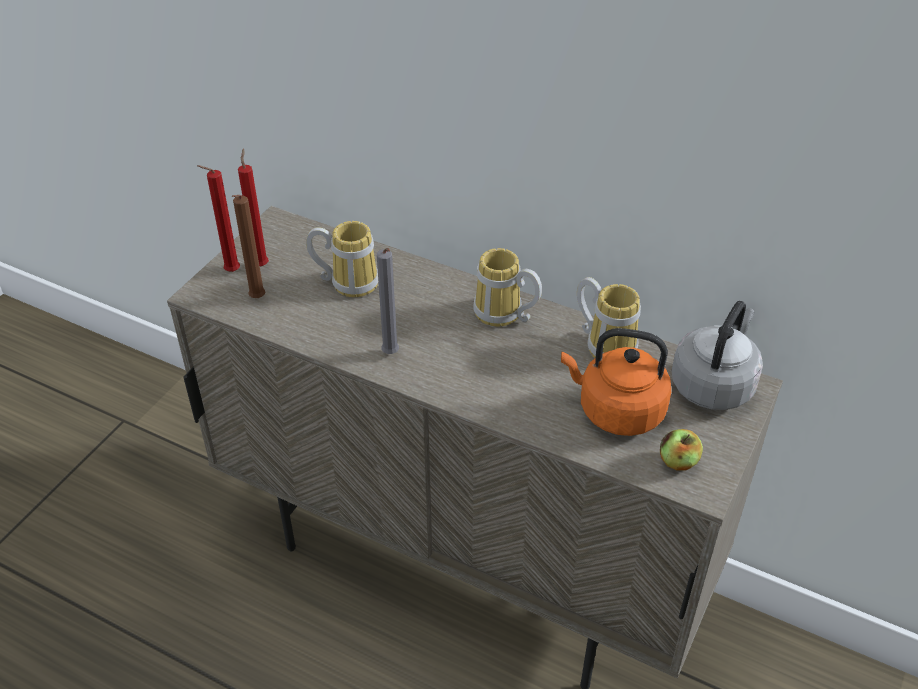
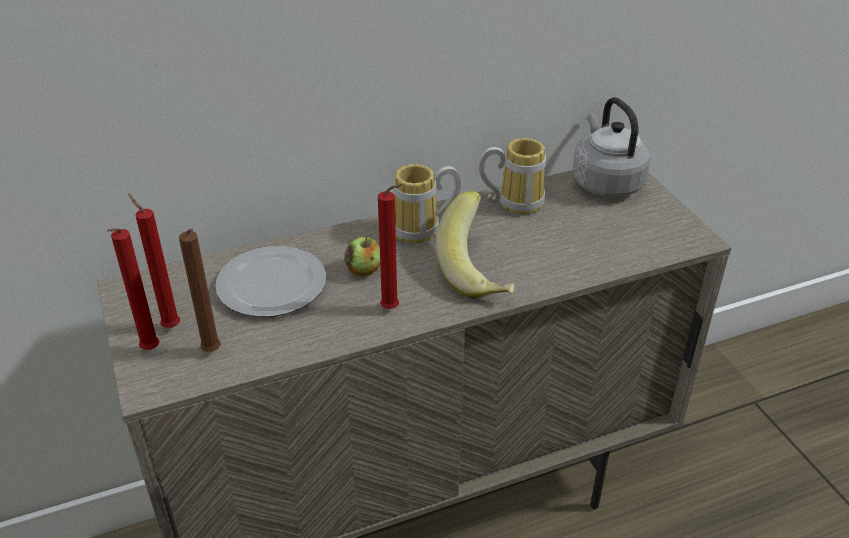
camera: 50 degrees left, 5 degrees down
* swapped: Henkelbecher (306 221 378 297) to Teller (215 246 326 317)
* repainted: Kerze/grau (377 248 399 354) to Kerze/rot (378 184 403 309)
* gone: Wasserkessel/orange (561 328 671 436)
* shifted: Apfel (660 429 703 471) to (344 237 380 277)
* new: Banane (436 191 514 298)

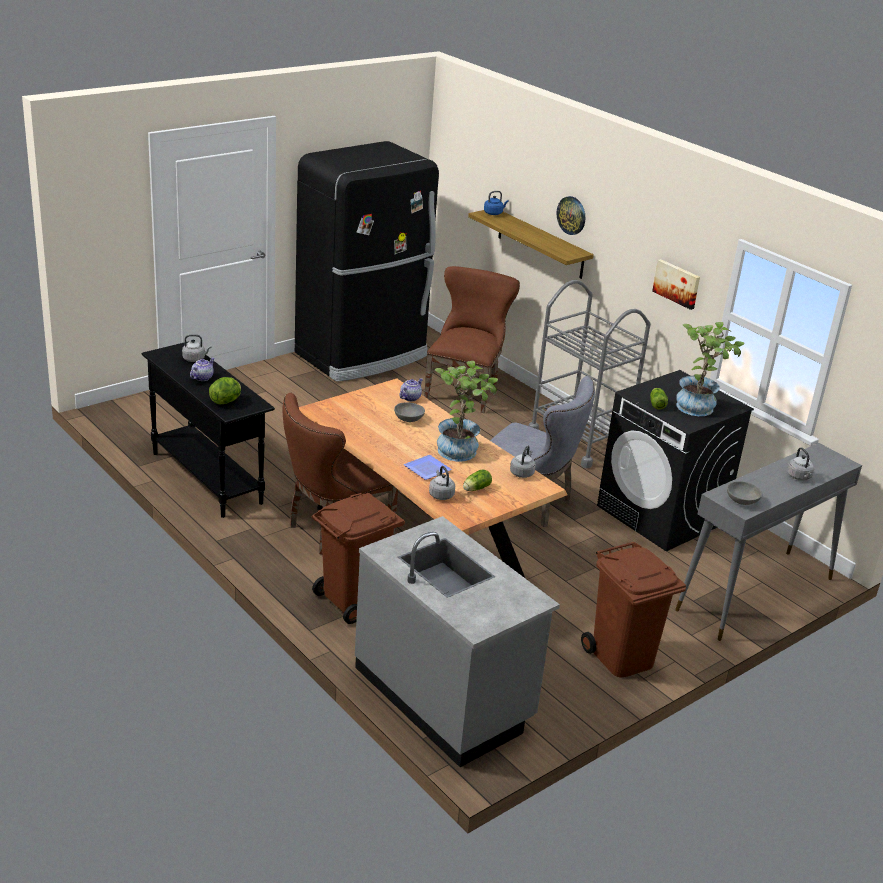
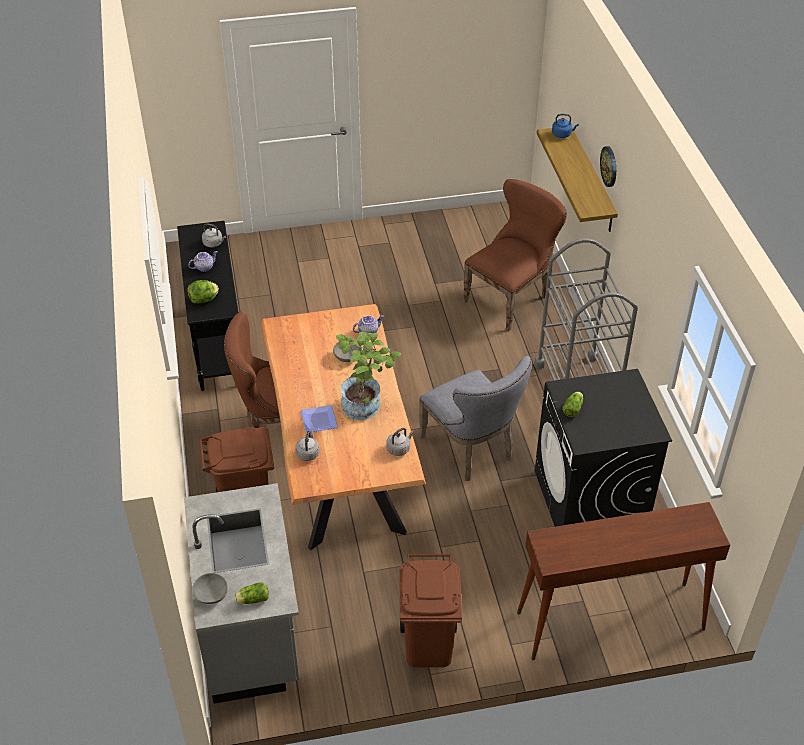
camera: 30 degrees right, 15 degrees up
* gone: Kühlschrank/schwarz (295 141 439 382)
* shifted: Salatkopf (463 470 492 491) to (234 582 269 604)
* gone: Bild (652 259 700 310)
* repainted: Konsolentisch/grau (675 443 862 641) to Konsolentisch/braun (517 502 730 660)
* gone: Topfpflanze (676 322 745 416)
* shifted: Schüssel/grau (727 481 762 505) to (192 573 228 604)
* gone: Wasserkessel/grau (787 447 814 480)

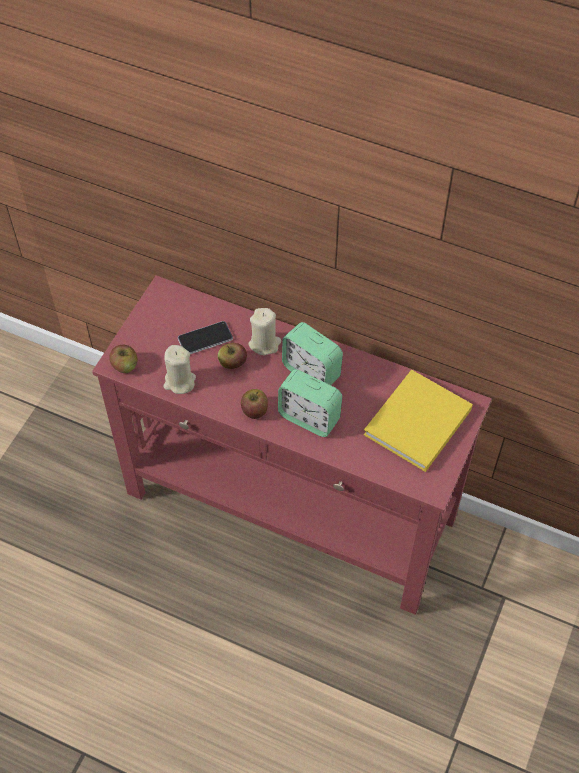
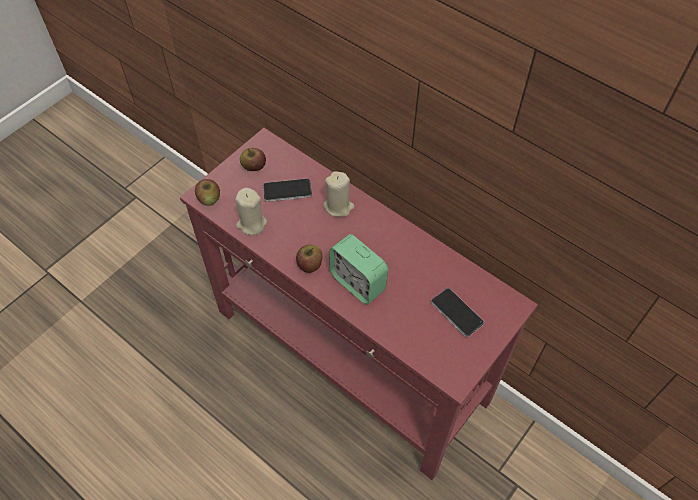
camera: 15 degrees right, 0 degrees up
* shifted: Apfel (218 343 247 369) to (240 148 266 171)
* gone: Wecker (282 322 343 385)
* swapped: Buch/gelb (364 370 473 472) to Handy (431 288 484 337)

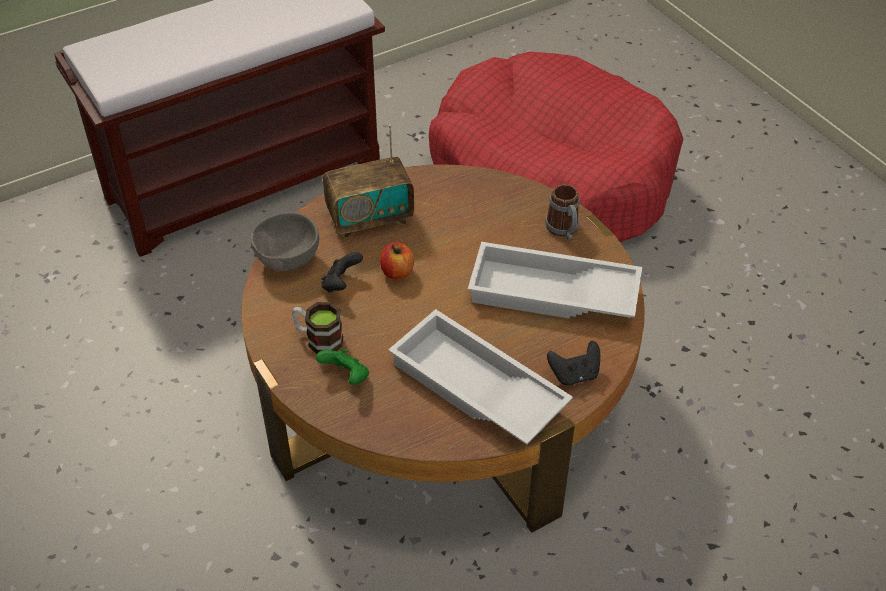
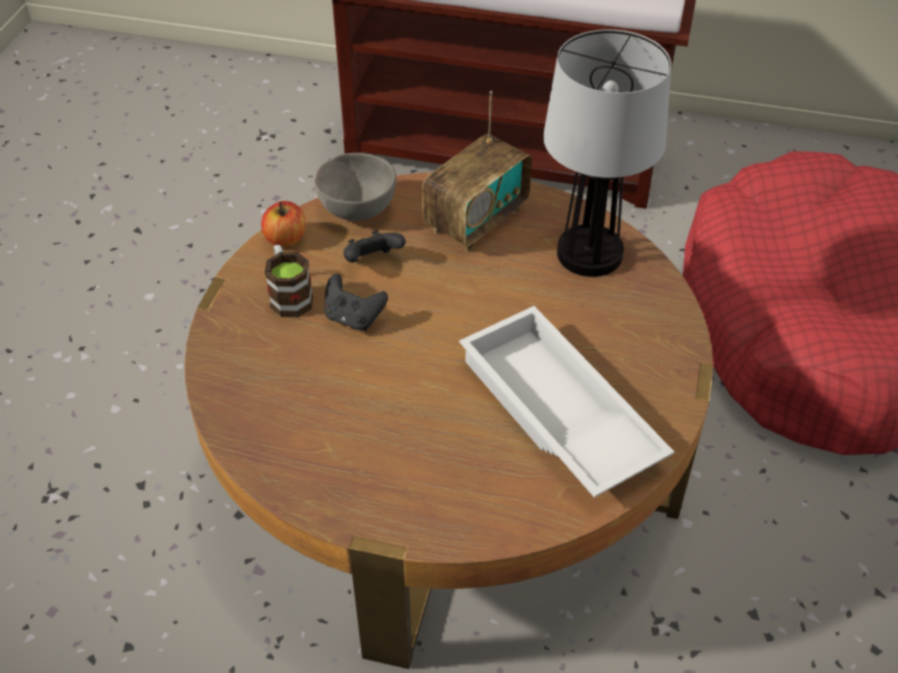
camera: 45 degrees right, 0 degrees up
* gone: Gamepad/grün (316 349 369 385)
* rotated: Radio (323 125 414 239) = (422 91 532 252) 75 degrees counterclockwise
* shifted: Apfel (380 242 414 280) to (261 201 305 247)
* gone: Tablett/weiß (388 309 573 445)
* gone: Henkelbecher (545 184 579 240)
* shifted: Gamepad/schwarz (547 341 600 386) to (324 274 388 331)
* new: Tischlampe (543 29 671 277)

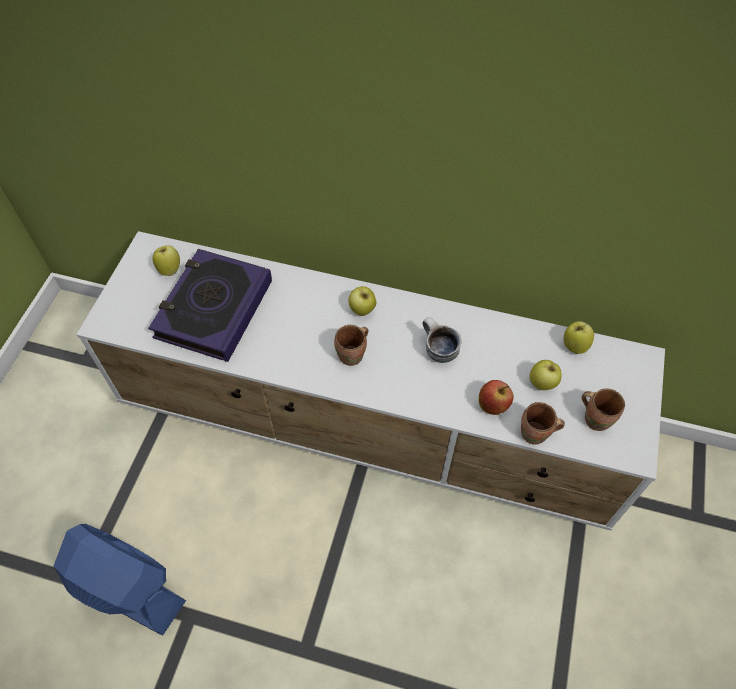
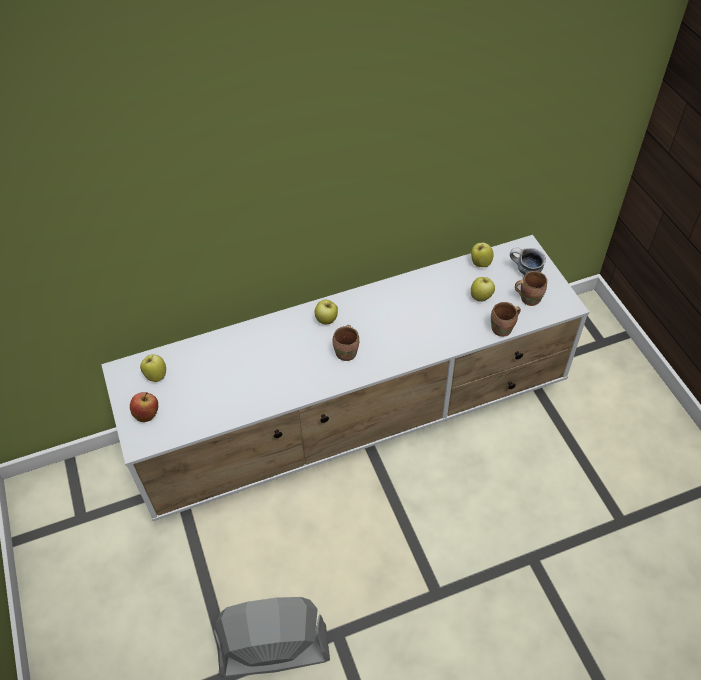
camera: 35 degrees left, 5 degrees down
* repainted: Ventilator/blau (54 524 186 636) to Ventilator/grau (214 597 330 677)
* gone: Buch (148 249 272 362)
* shifted: Henkelbecher (423 317 462 363) to (510 248 546 275)
* shifted: Apfel (479 380 513 415) to (130 392 158 422)

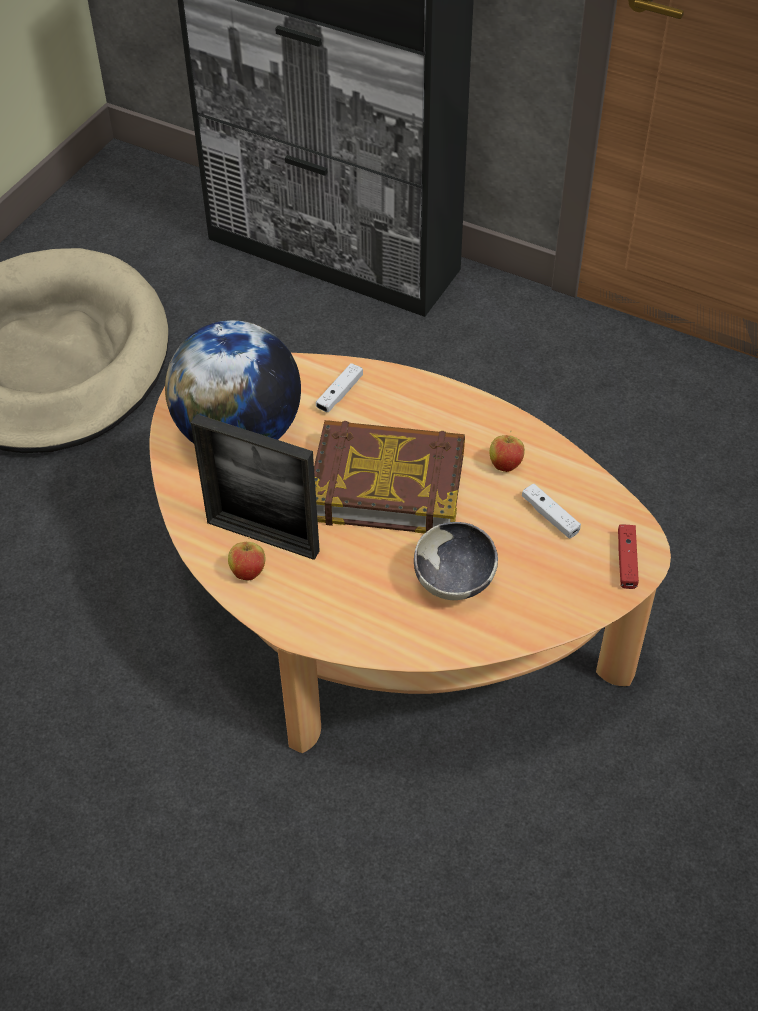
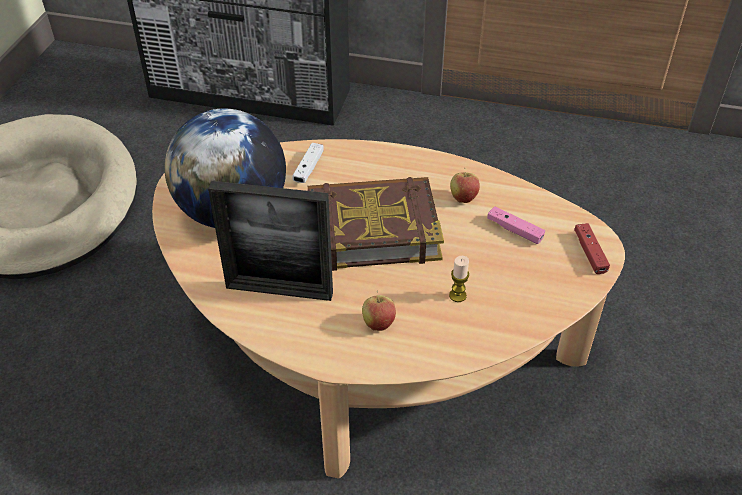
camera: 15 degrees left, 5 degrees down
* shifted: Apfel (228 537 266 581) to (362 290 396 331)
* swapped: Schüssel (414 522 498 600) to Kerze (449 256 469 302)
* repainted: Gamepad/weiß (522 484 581 539) to Gamepad/rosa (487 206 545 244)

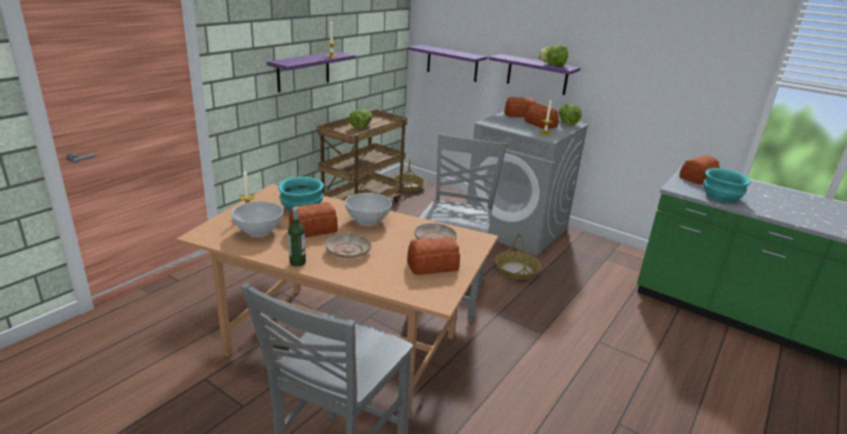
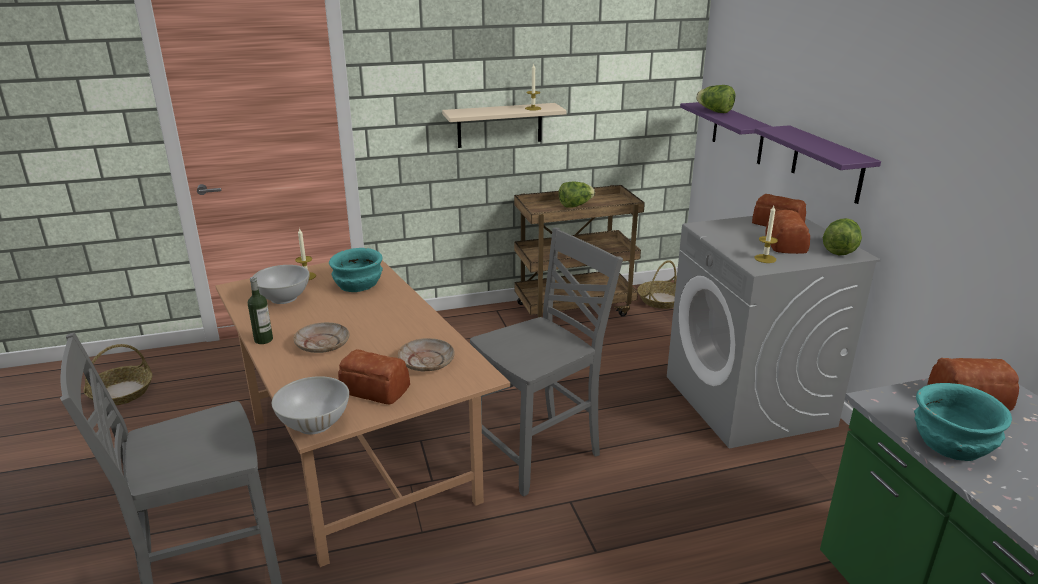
camera: 40 degrees right, 0 degrees up
* repainted: Wandregal/lila (267 51 355 93) to Wandregal/beige (442 103 567 148)
* gone: Brot (289 202 338 237)
* shifted: Schüssel/weiß (345 193 392 226) to (272 376 349 434)
* shifted: Korb (495 234 541 280) to (84 344 152 405)
* shifted: Salatkopf (538 44 568 66) to (696 85 735 113)

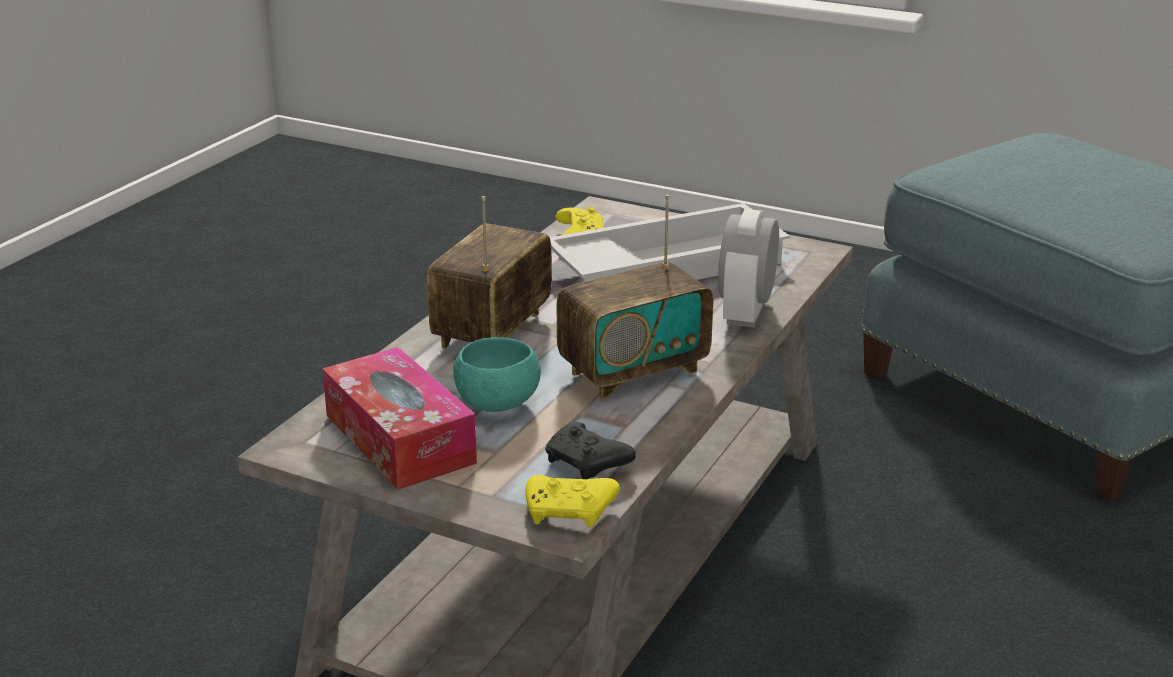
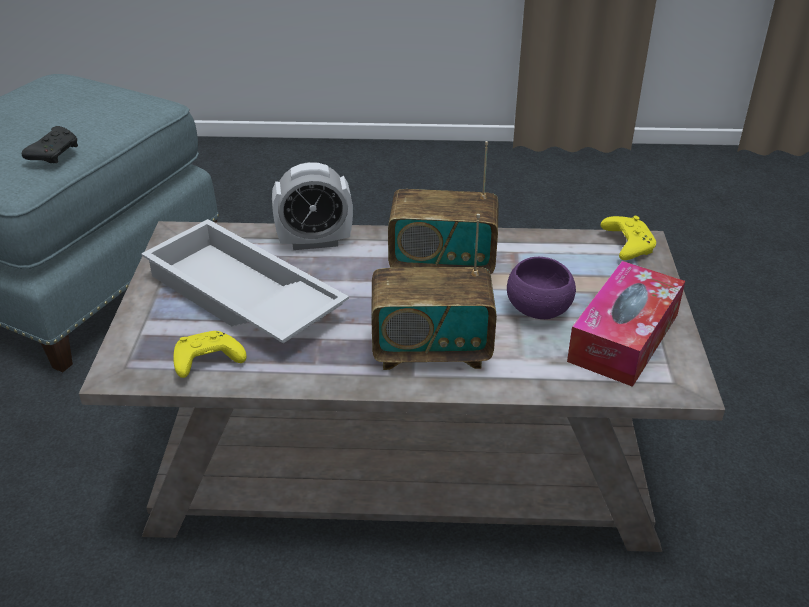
camera: 115 degrees left, 10 degrees up
* repainted: Schüssel/türkis (453 337 541 412) to Schüssel/lila (507 257 576 319)
* shifted: Gamepad/schwarz (545 422 636 479) to (22 126 78 163)
* rotated: Radio (557 195 713 400) = (388 141 499 274) 150 degrees clockwise

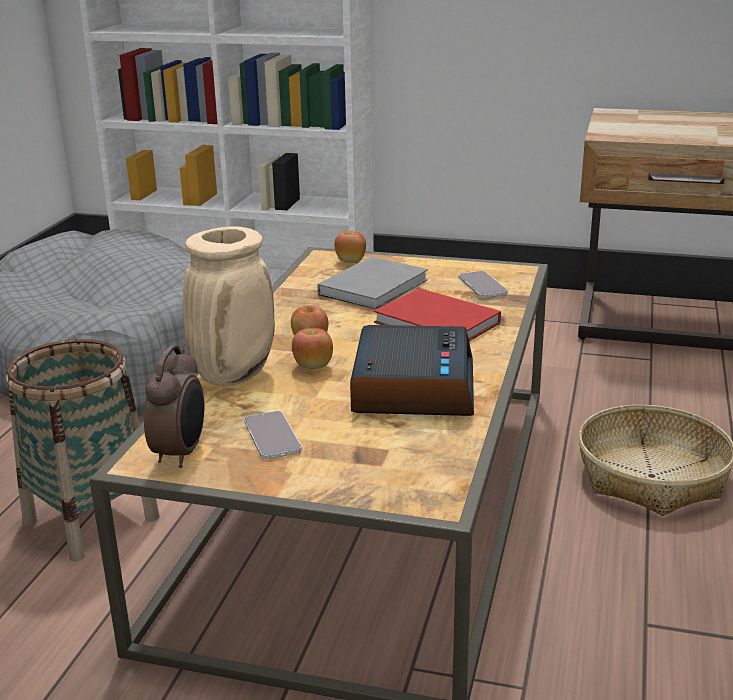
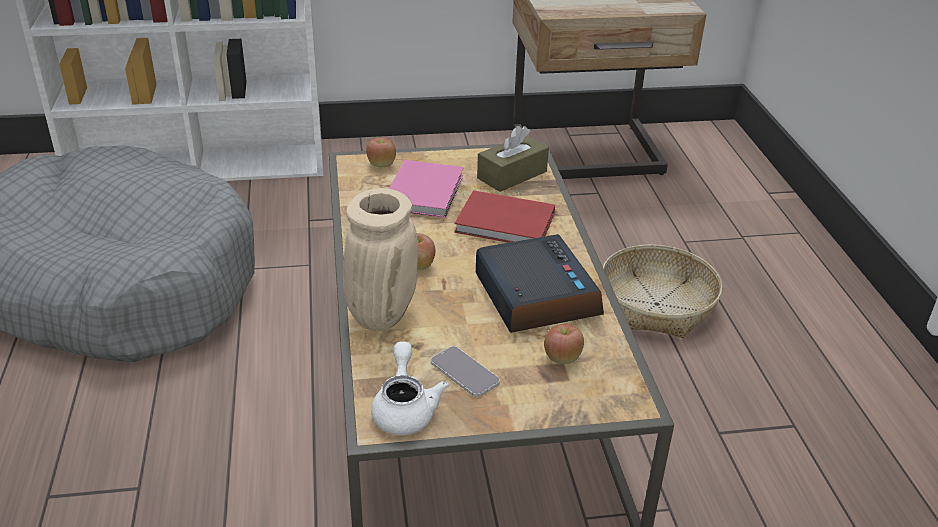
camera: 25 degrees left, 10 degrees up
* gone: Korb (6 339 160 562)
* swapped: Wecker (144 345 204 468) to Teekanne/weiß (371 342 449 435)
* shifted: Apfel (292 328 333 369) to (544 324 584 364)
* repainted: Buch/grau (317 257 428 310) to Buch/rosa (389 160 464 218)
* swapped: Handy (459 271 508 298) to Taschentuchbox/braun (477 126 549 192)

